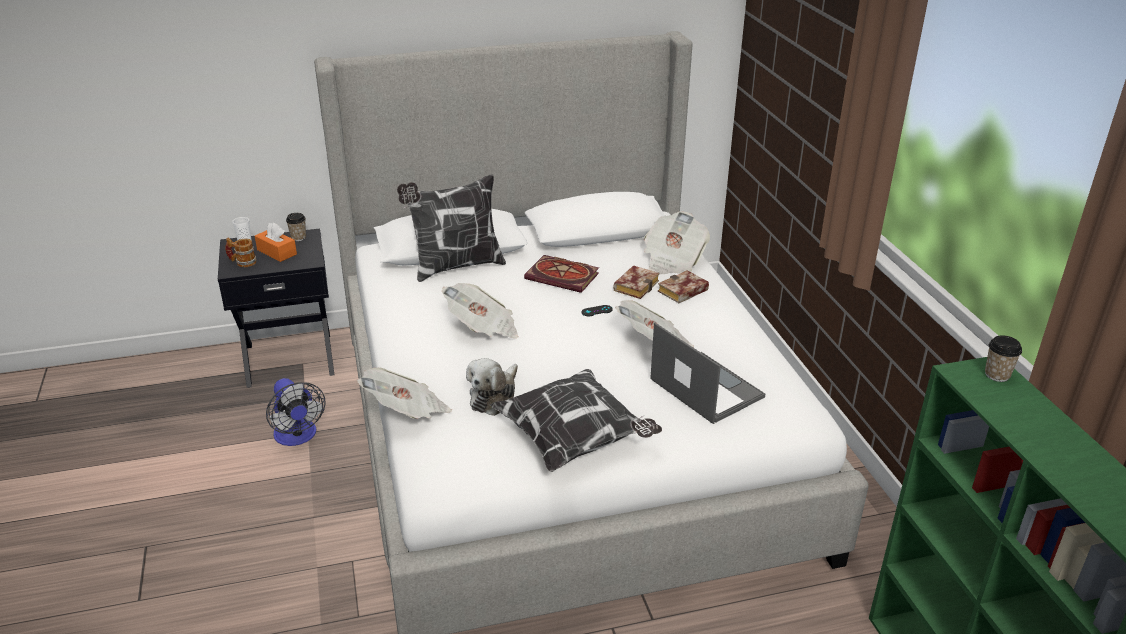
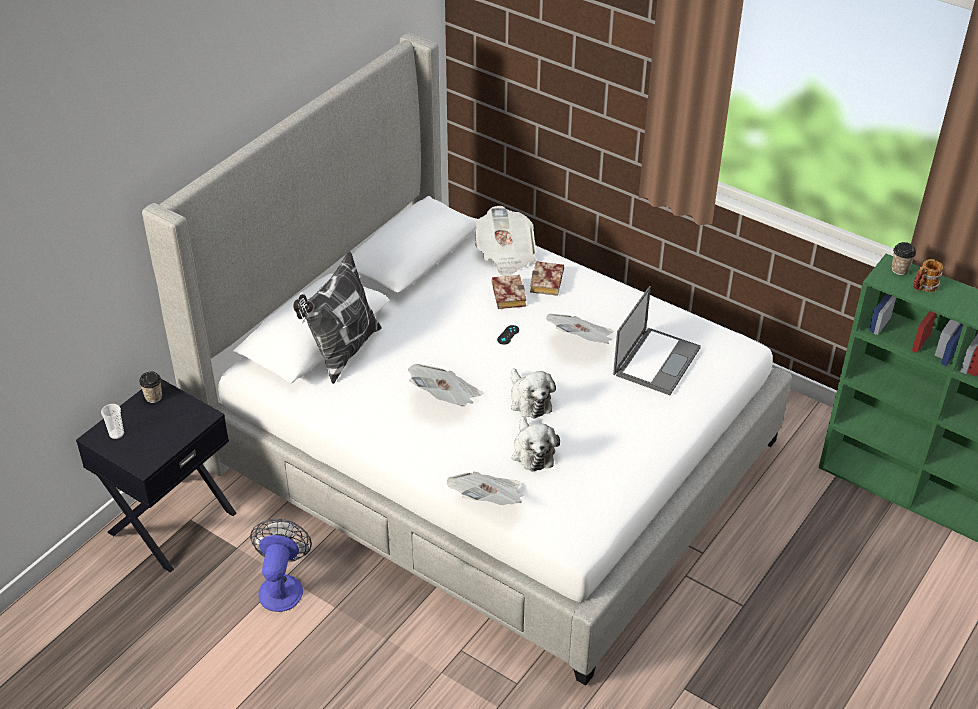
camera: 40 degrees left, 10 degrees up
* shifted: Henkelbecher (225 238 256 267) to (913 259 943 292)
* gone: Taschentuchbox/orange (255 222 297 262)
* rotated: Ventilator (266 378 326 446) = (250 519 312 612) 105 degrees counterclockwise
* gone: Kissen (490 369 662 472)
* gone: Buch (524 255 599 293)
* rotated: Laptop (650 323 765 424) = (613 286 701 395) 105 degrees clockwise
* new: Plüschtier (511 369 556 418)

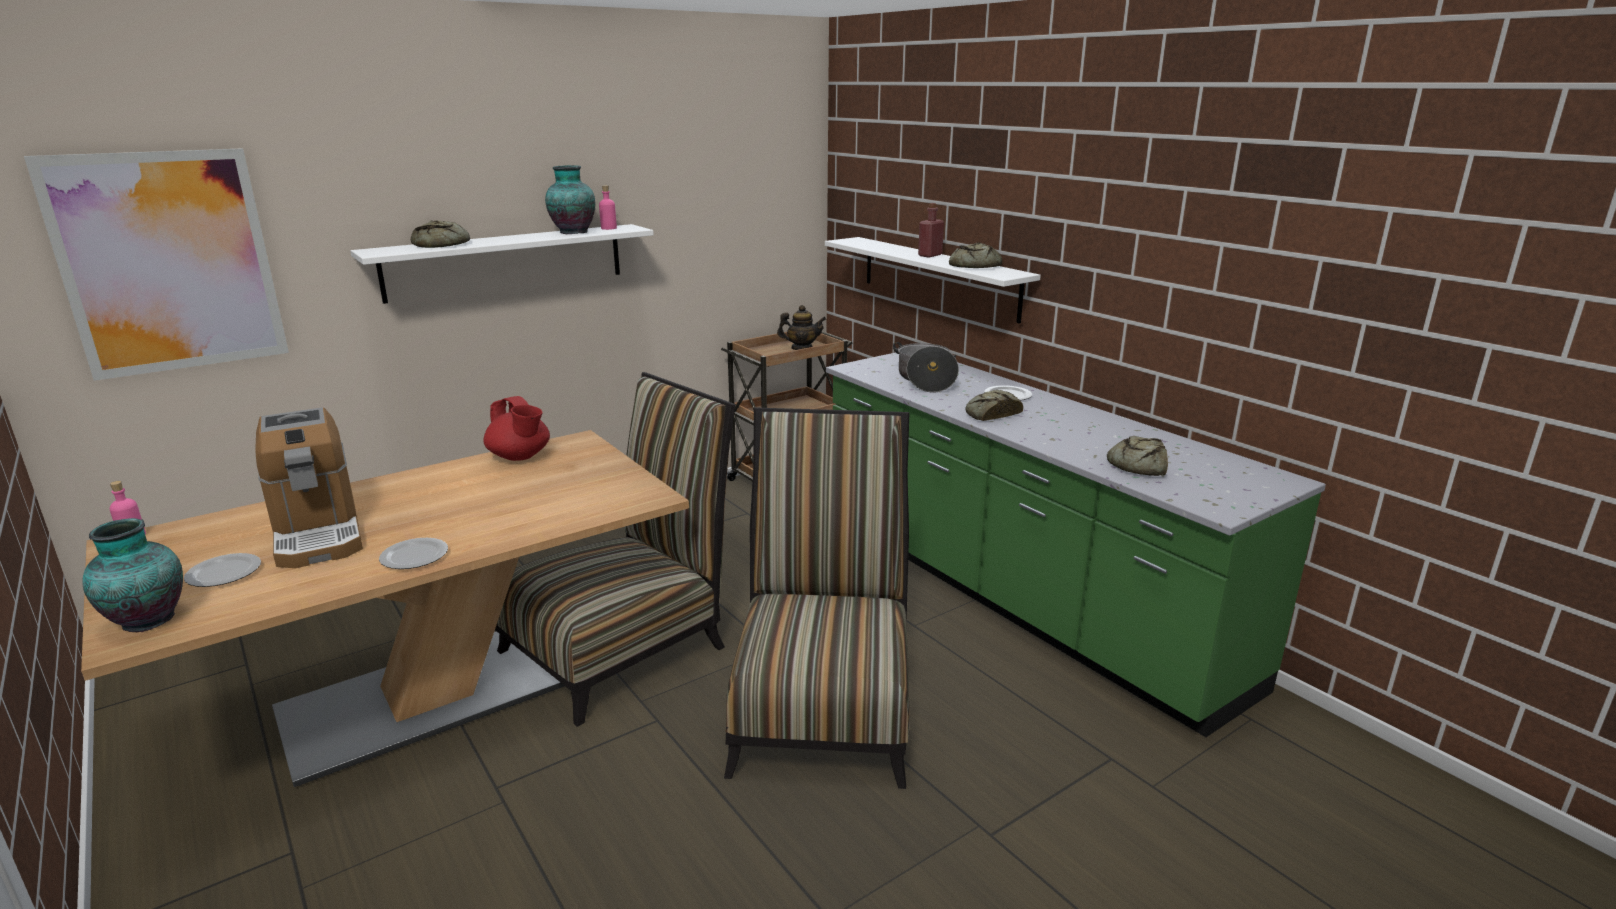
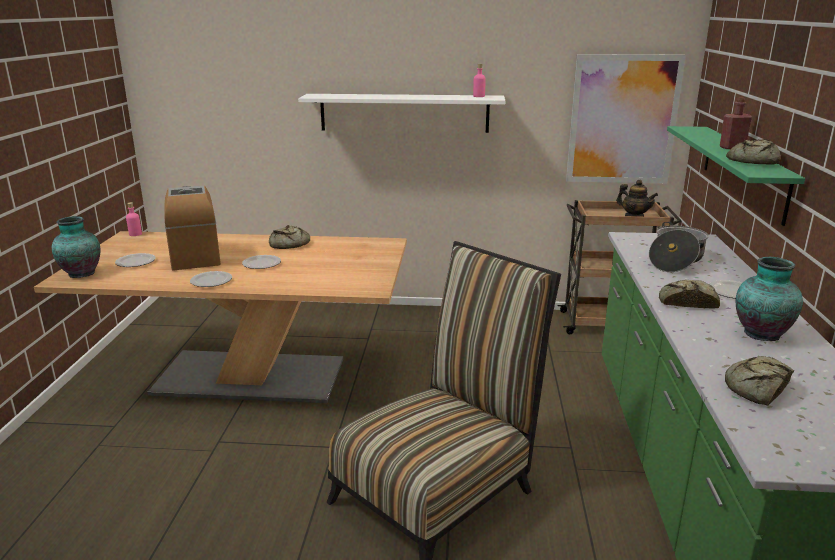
camera: 40 degrees right, 0 degrees up
* shifted: Bild (24 148 289 381) to (566 54 686 183)
* rotated: Kaffeemaschine (255 407 363 568) = (164 186 221 271) 150 degrees clockwise
* shifted: Brot (411 220 470 248) to (269 225 310 249)
* gone: Teekanne/rot (483 396 550 461)
* gone: Stuhl (495 372 735 727)
* shifted: Vase (545 165 595 234) to (736 257 803 341)
* repainted: Wandregal/weiß (825 237 1041 324) to Wandregal/grün (667 126 805 226)
* new: Teller (242 255 281 269)

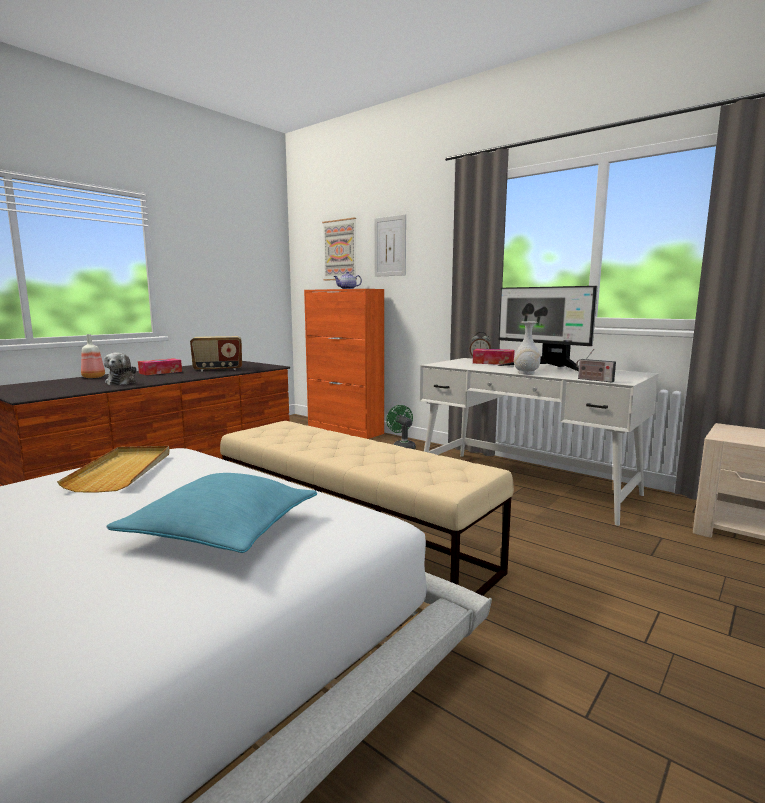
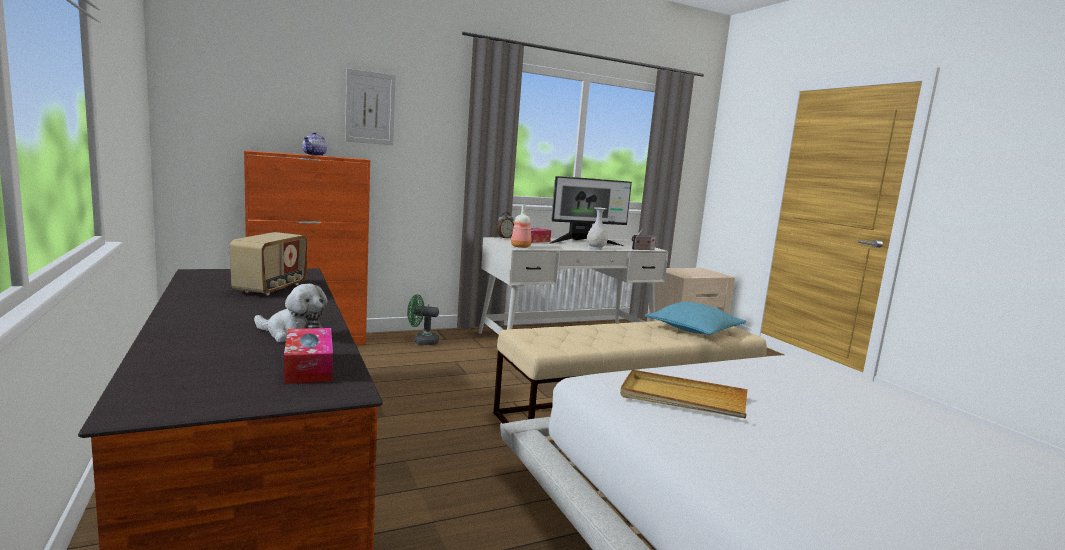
camera: 65 degrees left, 0 degrees up
* shifted: Flasche (81 334 105 378) to (511 204 531 248)
* shifted: Kissen/türkis (106 473 317 553) to (645 302 746 335)
* shifted: Taschentuchbox (138 358 182 375) to (284 328 333 384)
* gone: Bild (322 218 357 281)

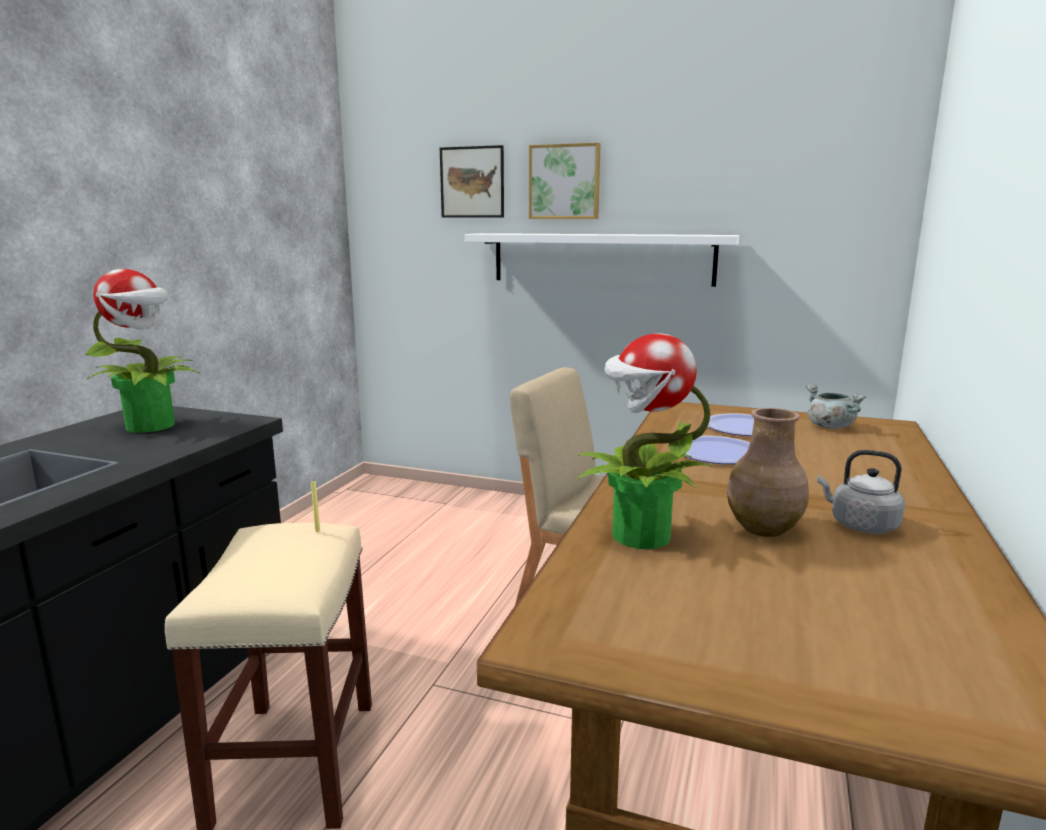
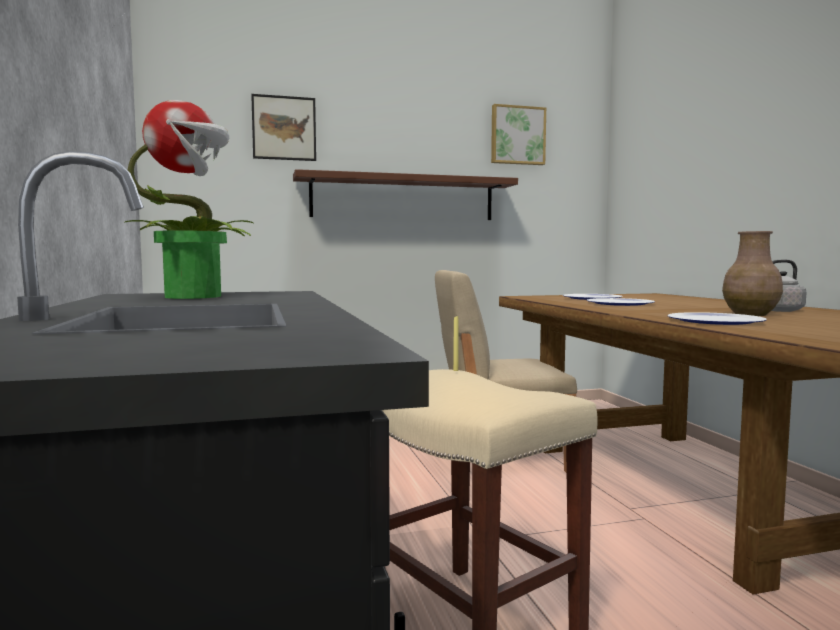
camera: 35 degrees left, 10 degrees down
* repainted: Wandregal/weiß (465 233 739 287) to Wandregal/braun (293 169 518 220)
* shifted: Bild (529 143 601 219) to (491 104 546 165)
* swapped: Topfpflanze (577 333 712 549) to Teller (667 312 767 325)
* gone: Kochtopf/grau (806 384 866 429)

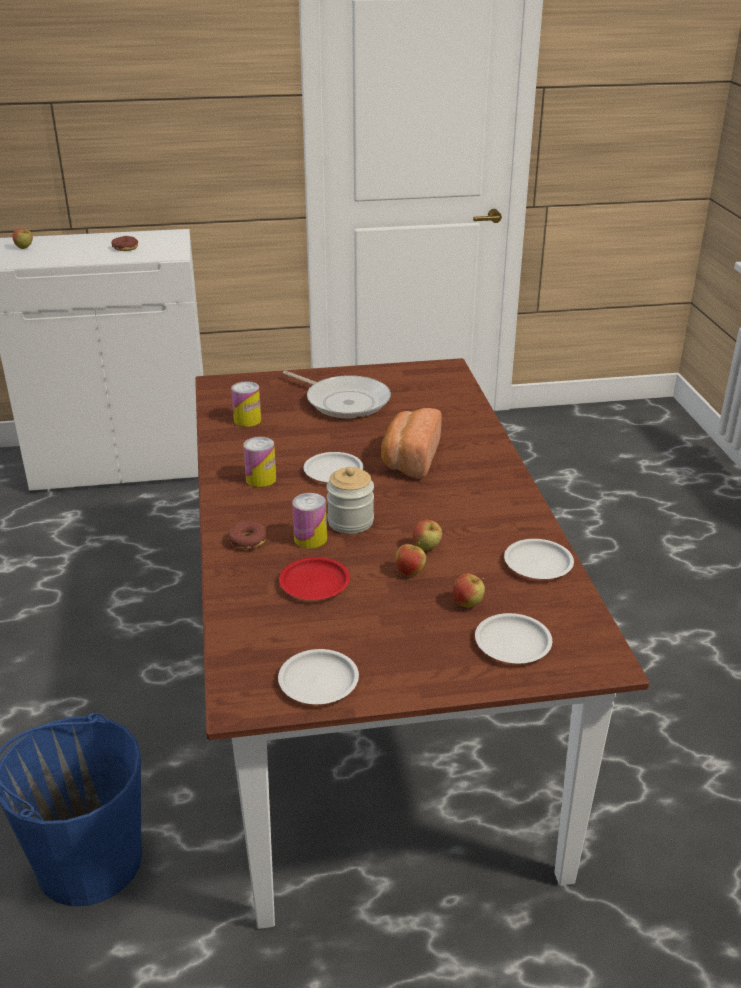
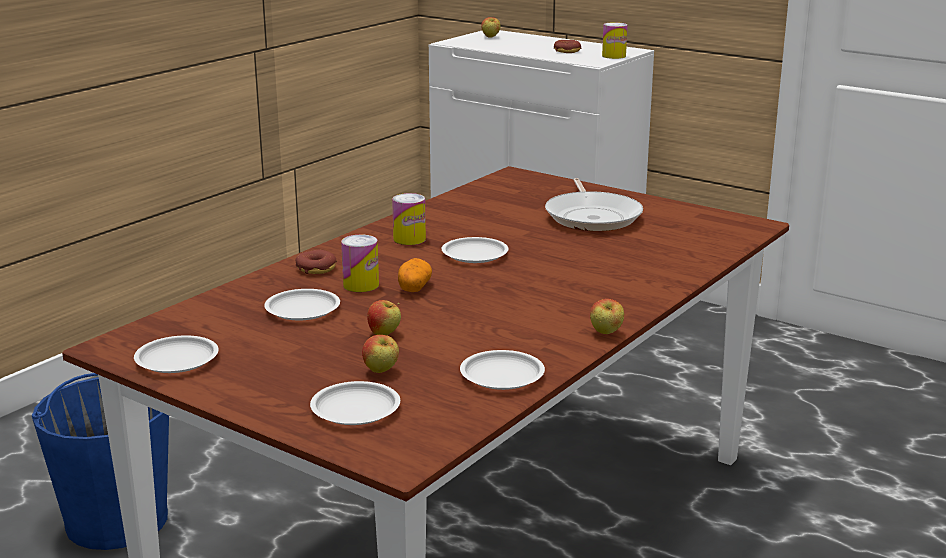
camera: 45 degrees right, 10 degrees down
* shifted: Dose (231 381 261 427) to (602 22 627 59)
* repainted: Teller/rot (279 557 350 600) to Teller/weiß (264 289 340 321)
* swapped: Vorratsglas (326 467 374 534) to Kartoffel (398 258 432 292)
* gone: Brot (381 408 442 478)
* shifted: Apfel (413 520 442 550) to (590 299 624 334)

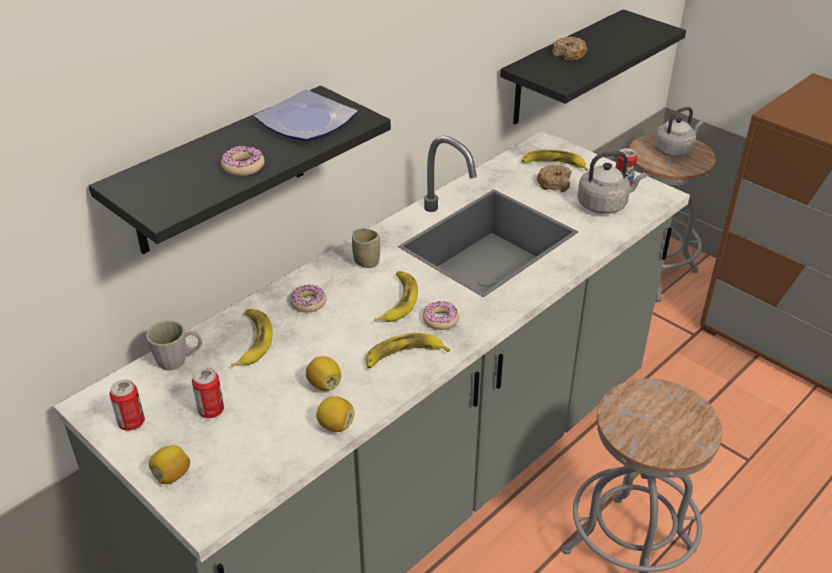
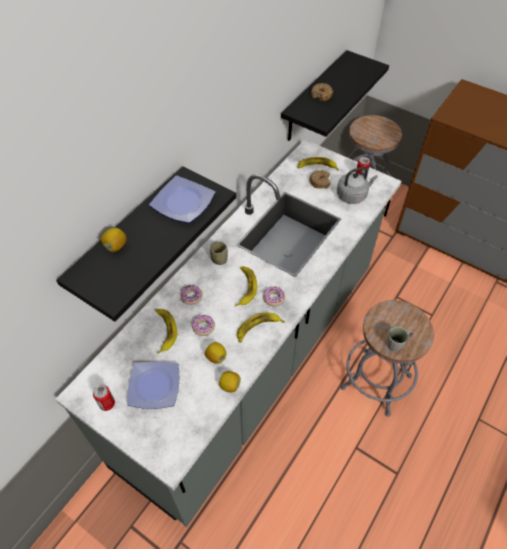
camera: 10 degrees left, 15 degrees up
* shifted: Henkelbecher/grau (146 321 202 370) to (387 326 413 351)
* shifted: Zitrone (149 445 190 484) to (101 228 126 252)
* swapped: Dose (192 368 224 418) to Teller (127 362 179 409)
* shifted: Donut (221 146 265 176) to (192 315 215 336)
* gone: Wasserkessel/grau (654 107 703 157)

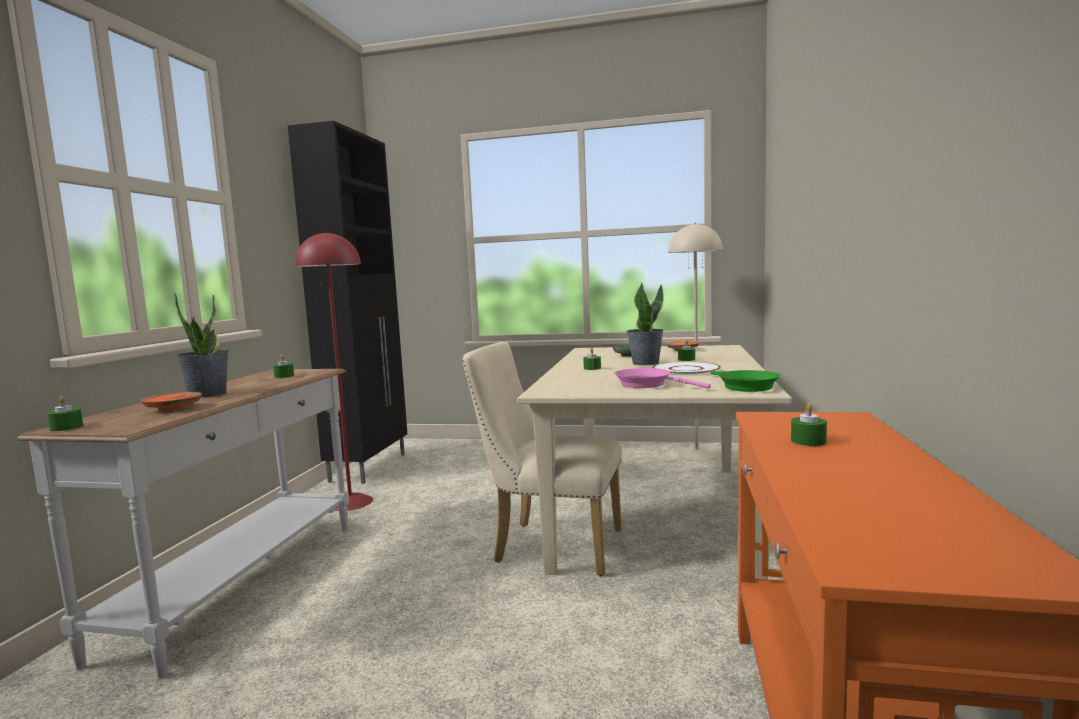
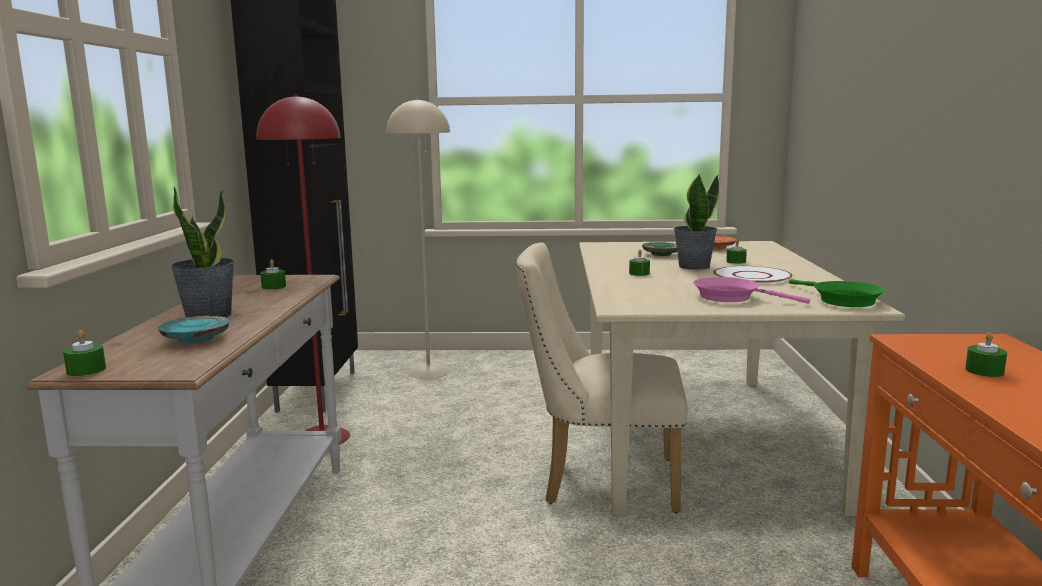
camera: 10 degrees left, 5 degrees up
* repainted: Teller/orange (141 392 202 411) to Teller/türkis (158 316 230 343)
* shifted: Stehlampe/beige (668 223 723 461) to (387 98 450 379)

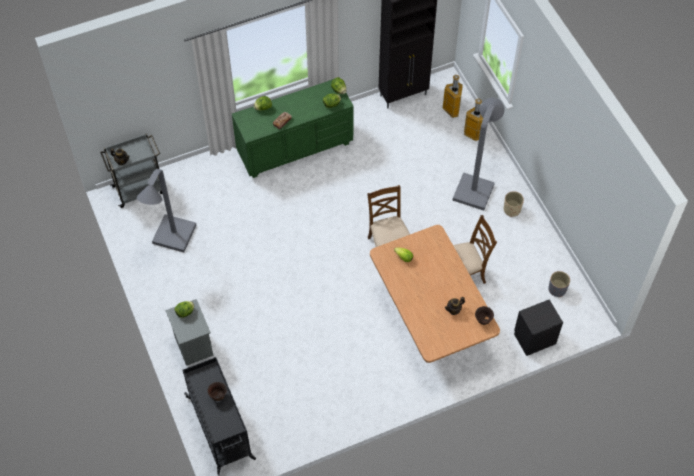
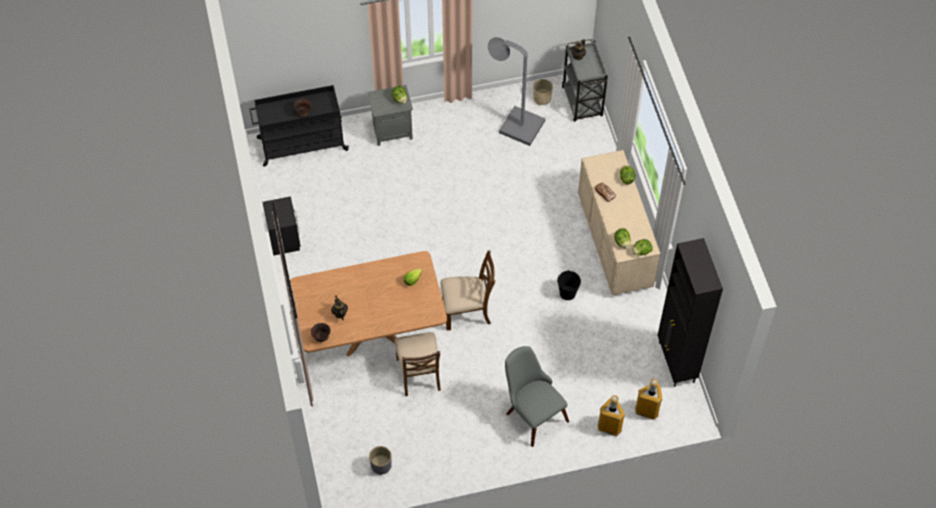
camera: 100 degrees right, 0 degrees up
* repainted: Kommode/grün (232 79 354 178) to Kommode/beige (578 150 660 296)
* swapped: Stehlampe/grau (452 98 505 211) to Stuhl/grau (505 346 569 447)
* shifted: Pflanzkübel/beige (504 191 524 217) to (533 79 553 105)
* shifted: Nachttisch/schwarz (514 299 563 356) to (262 196 301 256)
* new: Eimer/schwarz (557 271 581 300)

